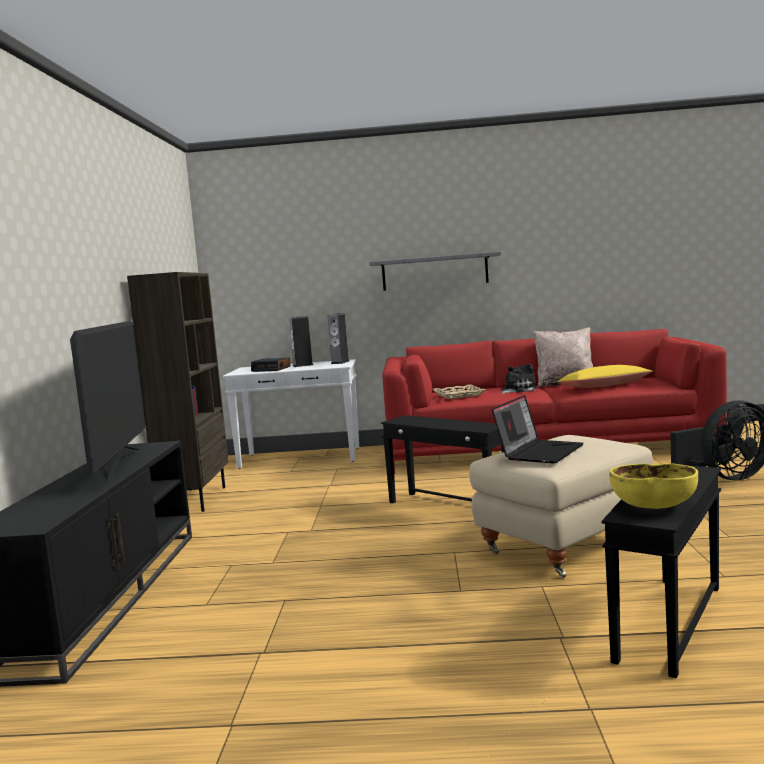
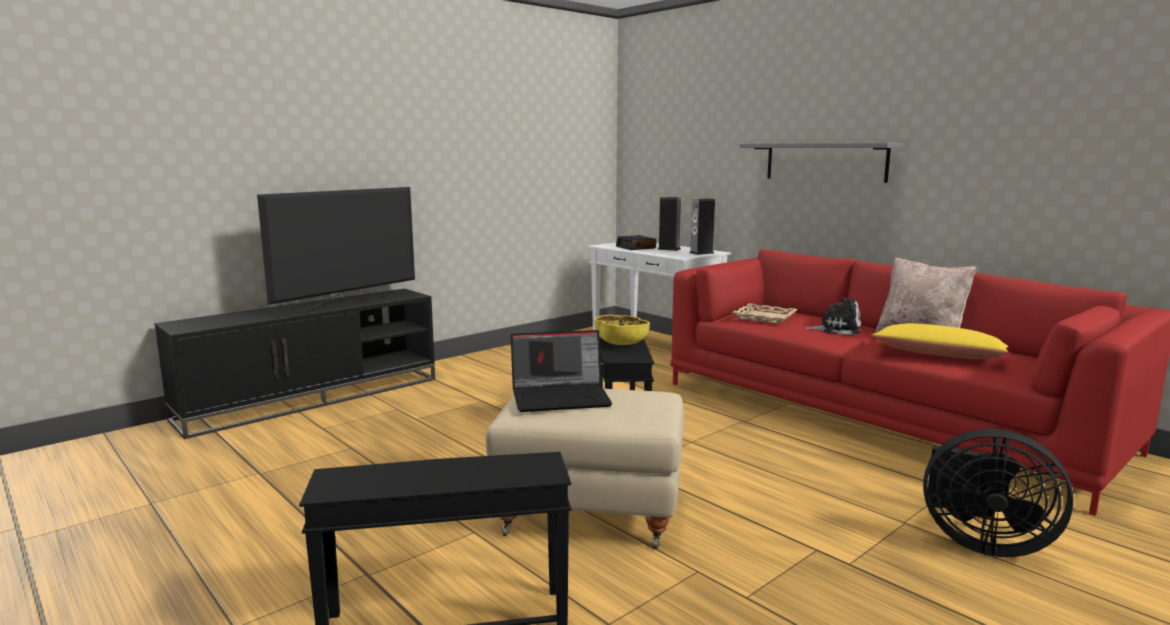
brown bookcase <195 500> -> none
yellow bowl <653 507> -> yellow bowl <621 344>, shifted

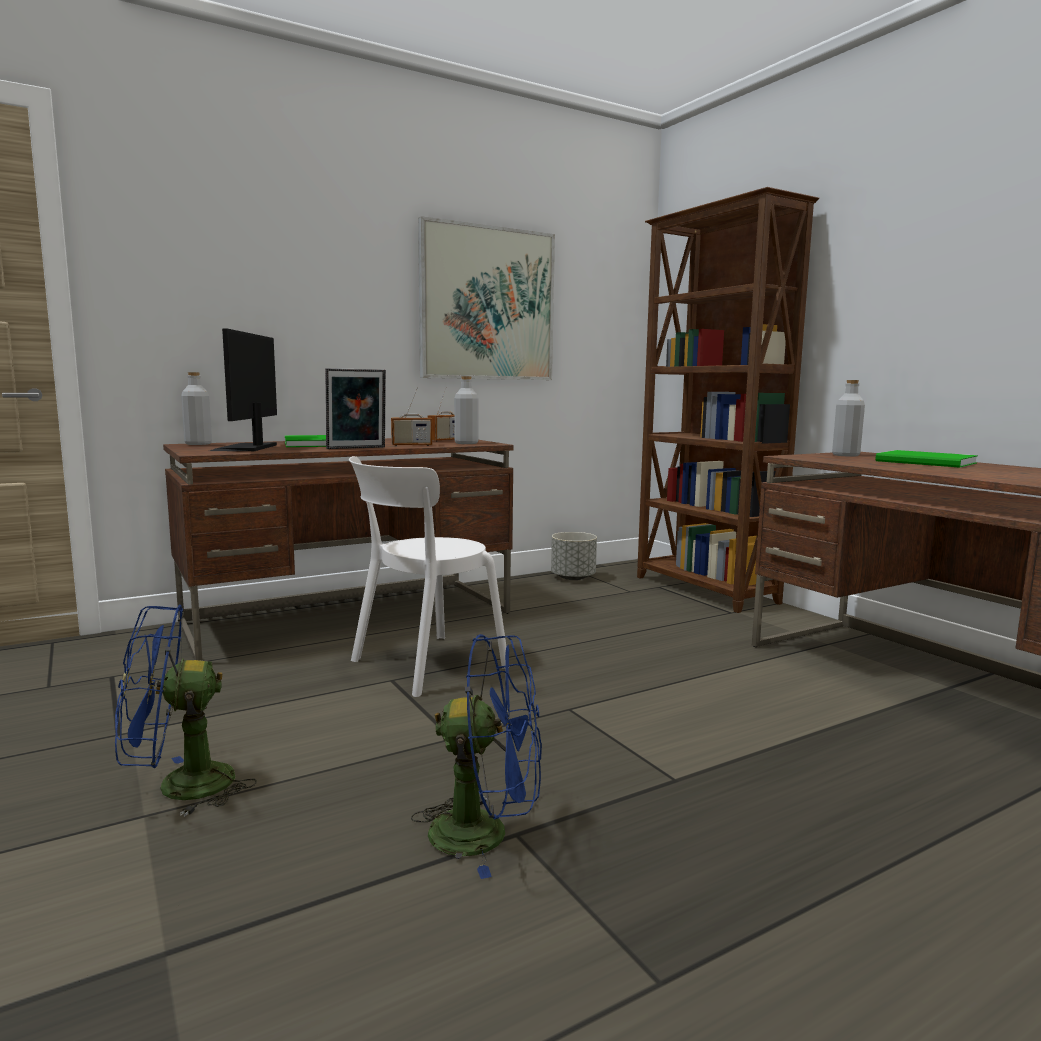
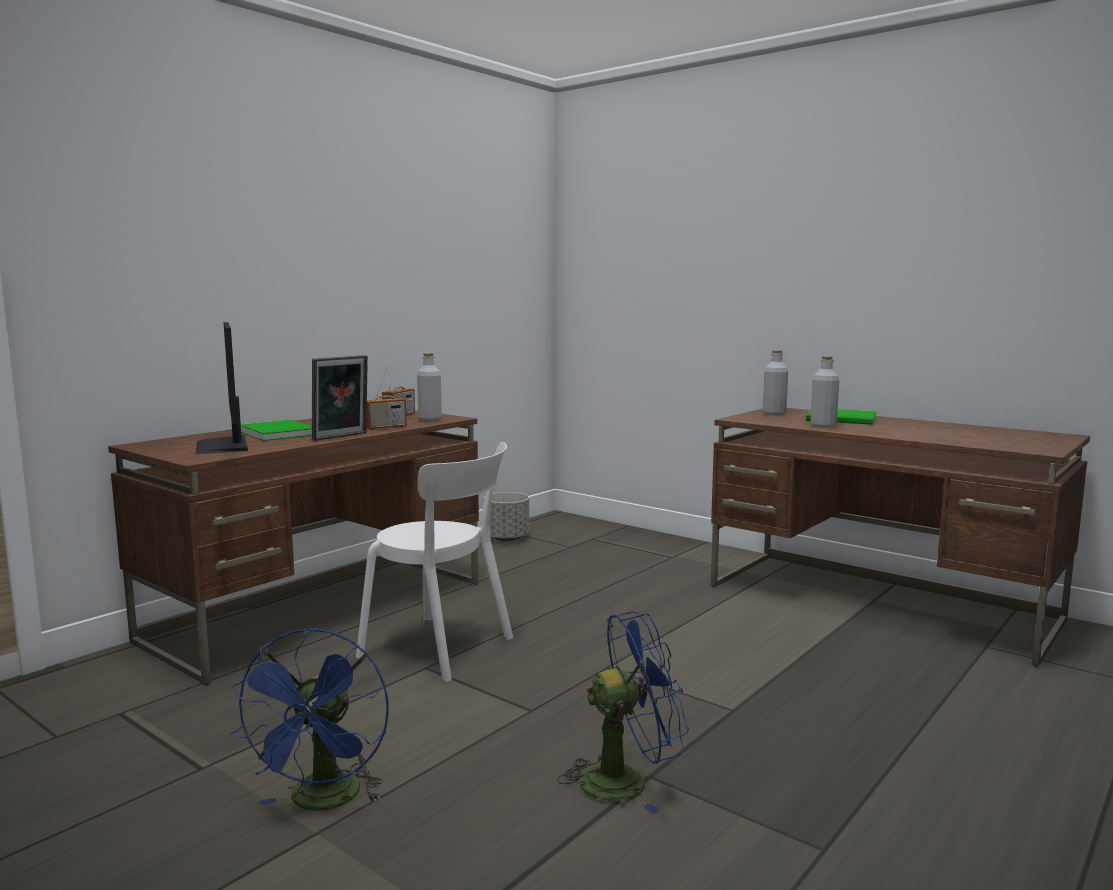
brown bookcase <705 590> -> none
picture <487 304> -> none
grey bottle <198 444> -> grey bottle <823 426>, shifted
white chair <423 665> -> white chair <442 648>, 90 degrees counterclockwise
blue fan <179 787> -> blue fan <323 802>, 45 degrees counterclockwise

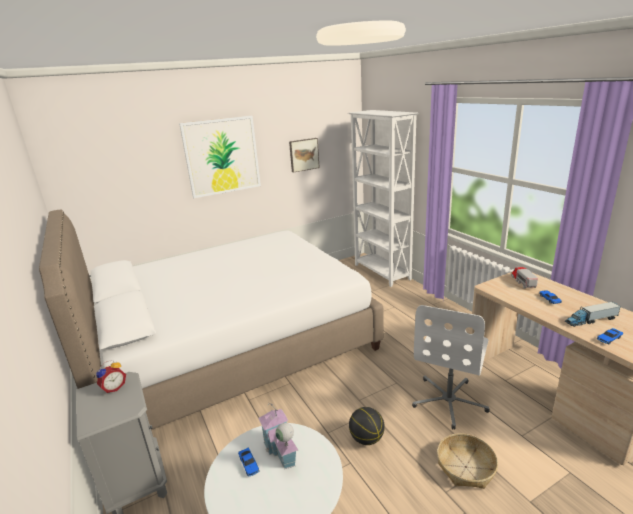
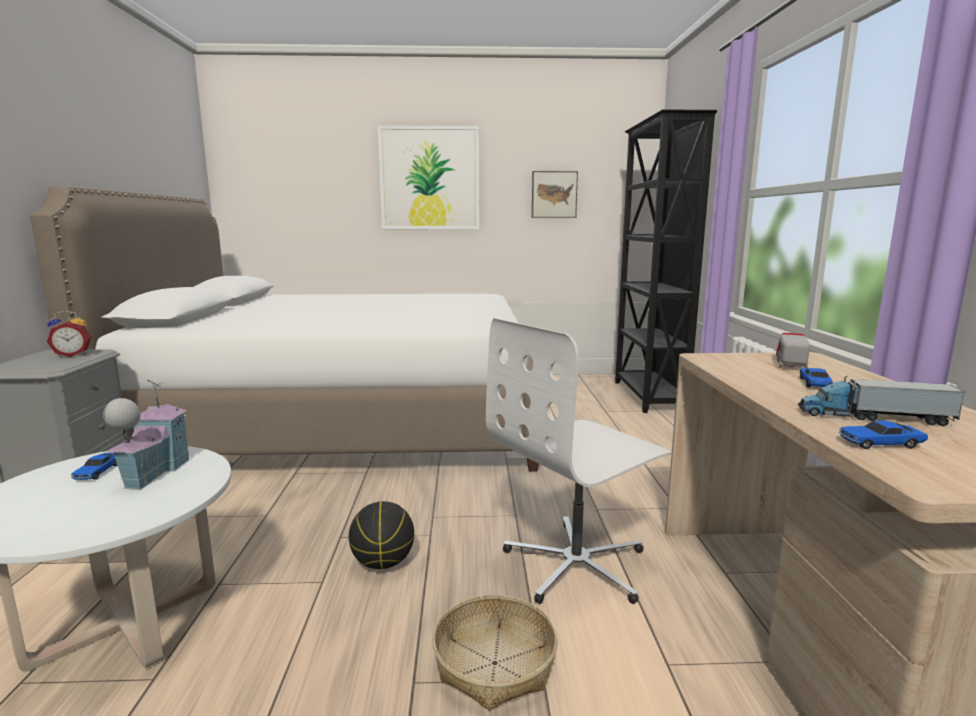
white bookcase <381 272> -> black bookcase <648 396>

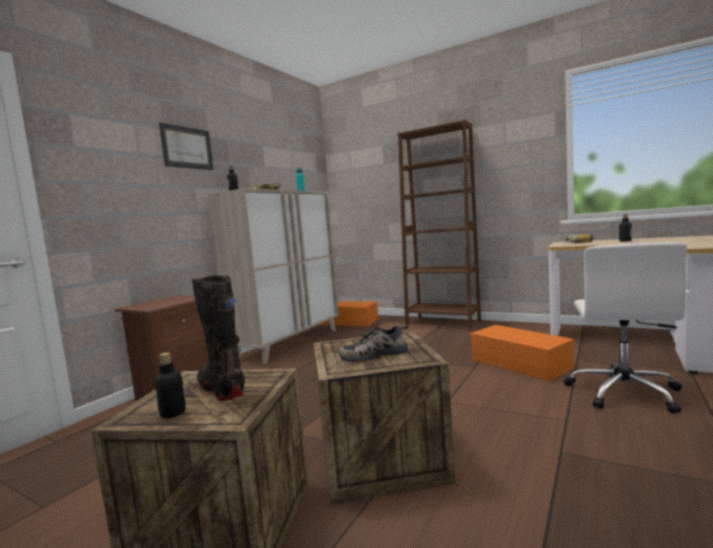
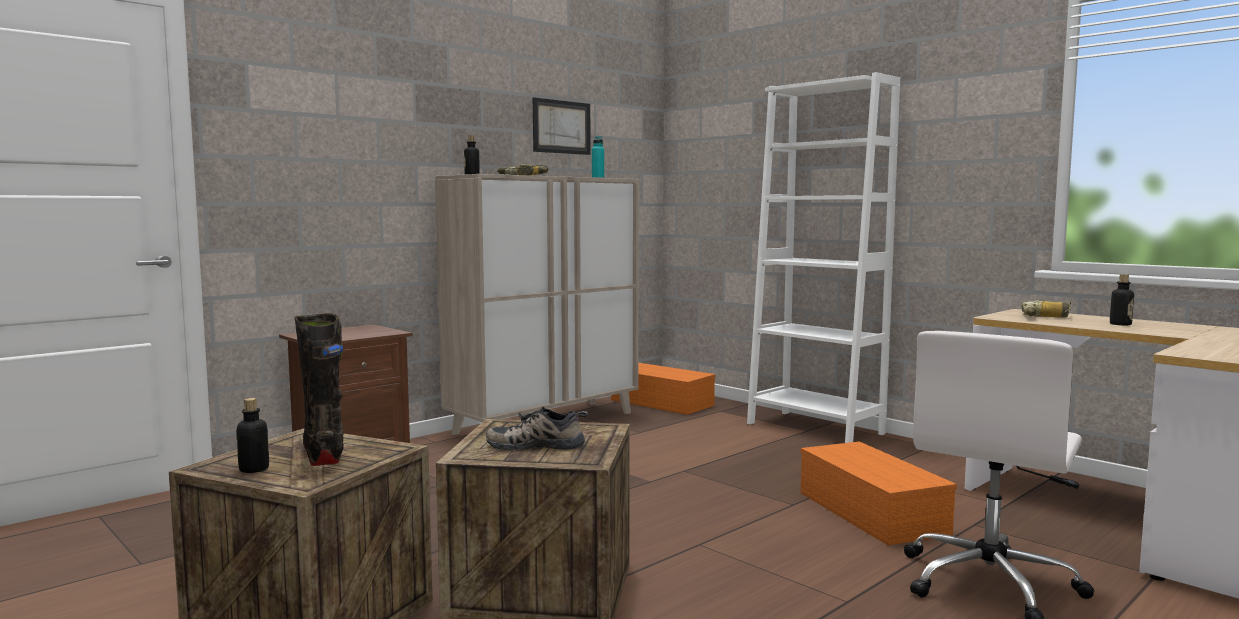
brown bookcase <443 323> -> white bookcase <814 428>
picture <187 148> -> picture <561 127>, shifted

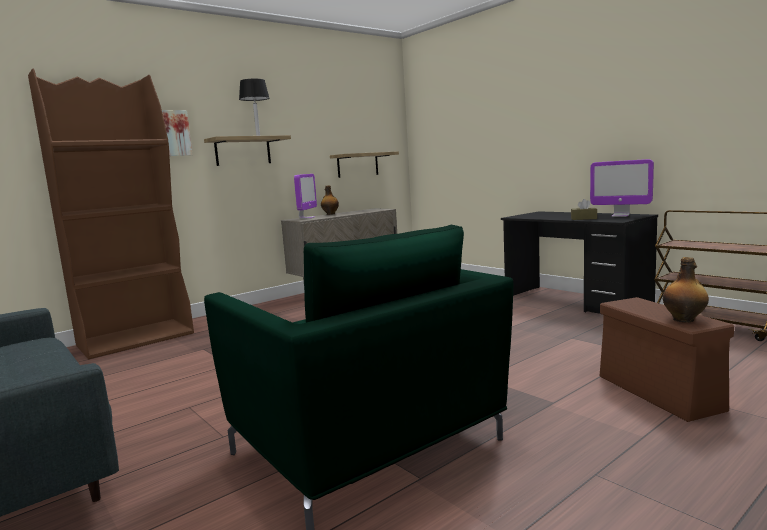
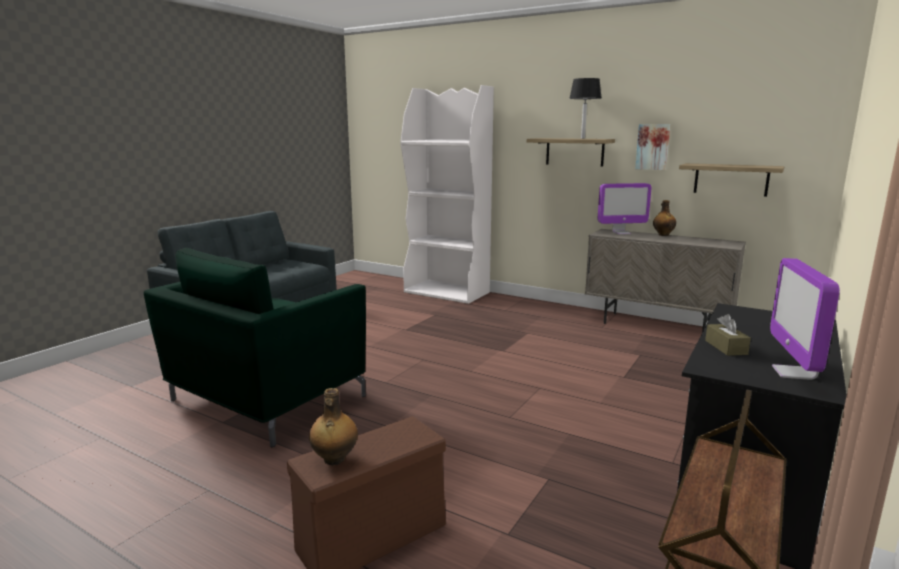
brown bookcase <136 339> -> white bookcase <447 292>
picture <173 133> -> picture <653 146>, shifted

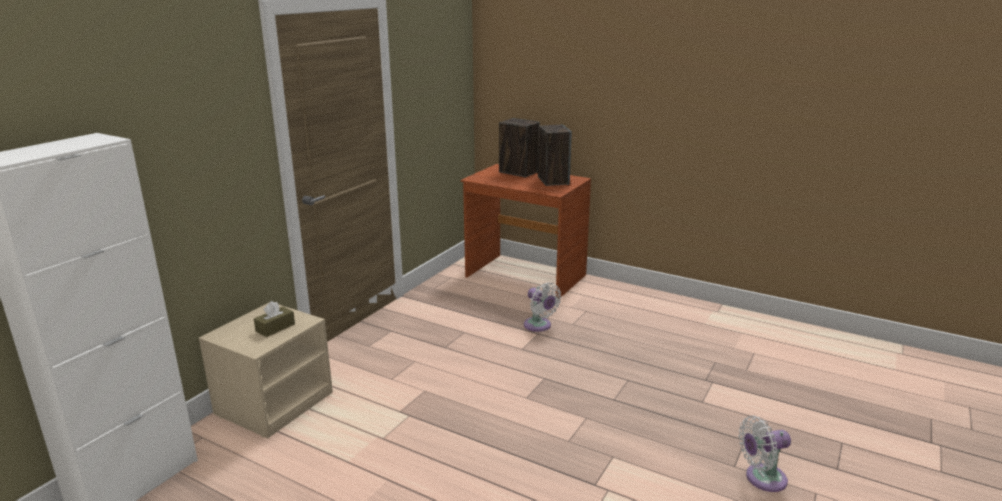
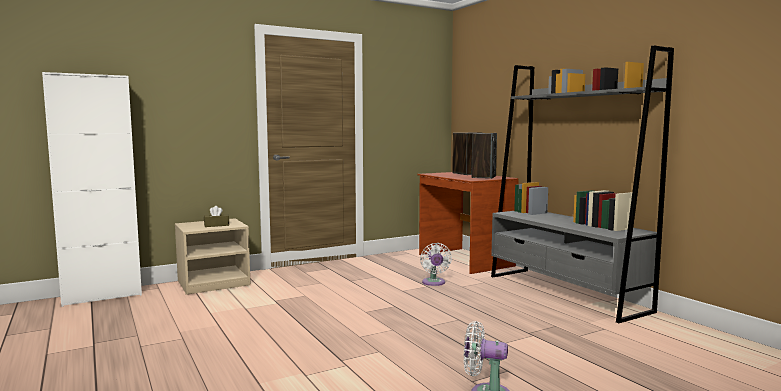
none -> grey bookcase <565 293>

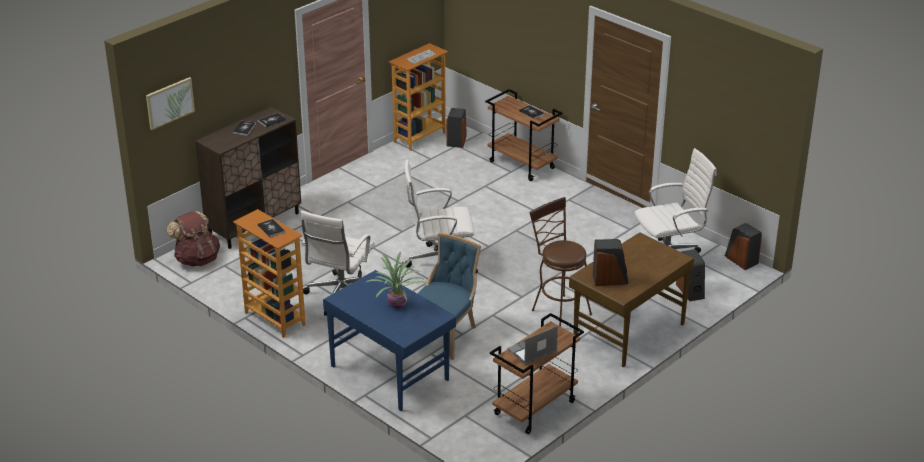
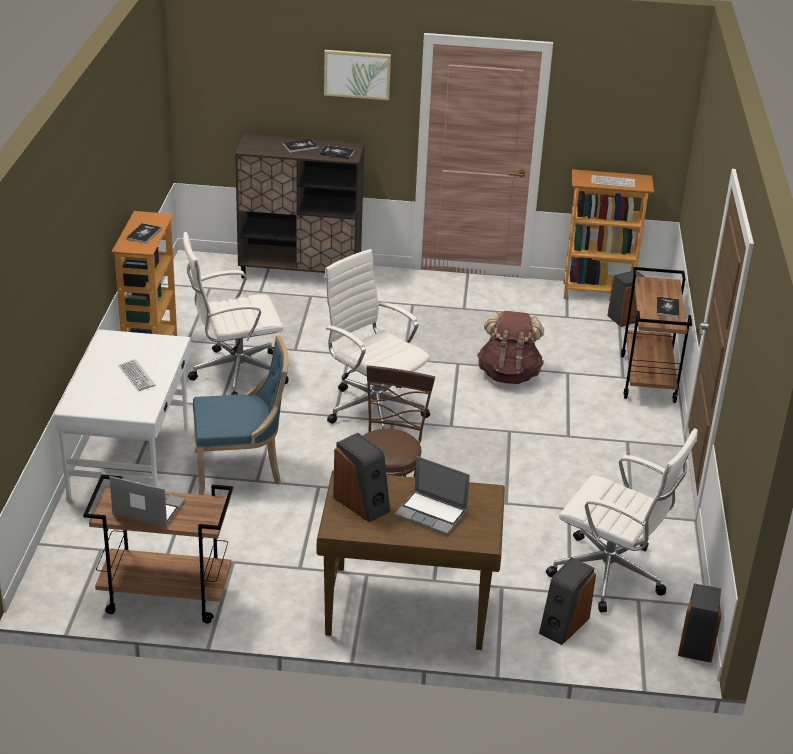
picture <169 103> -> picture <357 74>, shifted
brown backpack <197 259> -> brown backpack <509 375>, shifted
potted plant <397 304> -> keyboard <136 376>
blue desk <390 372> -> white desk <131 462>
none -> laptop <432 514>

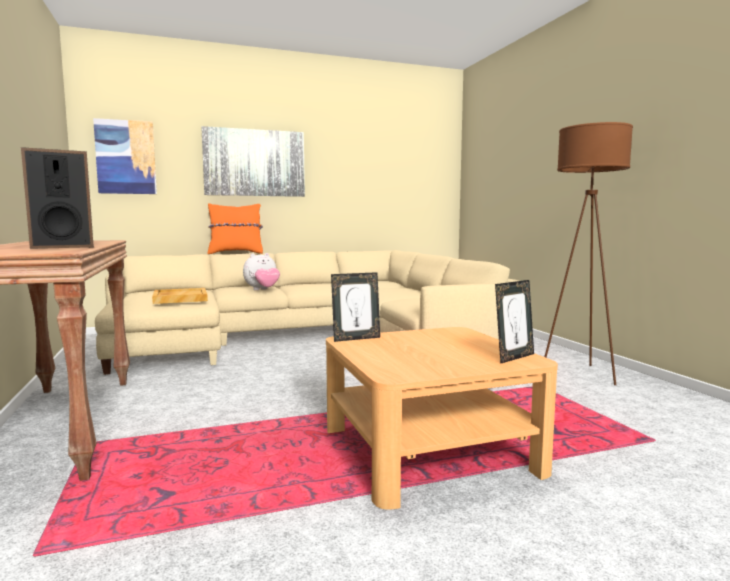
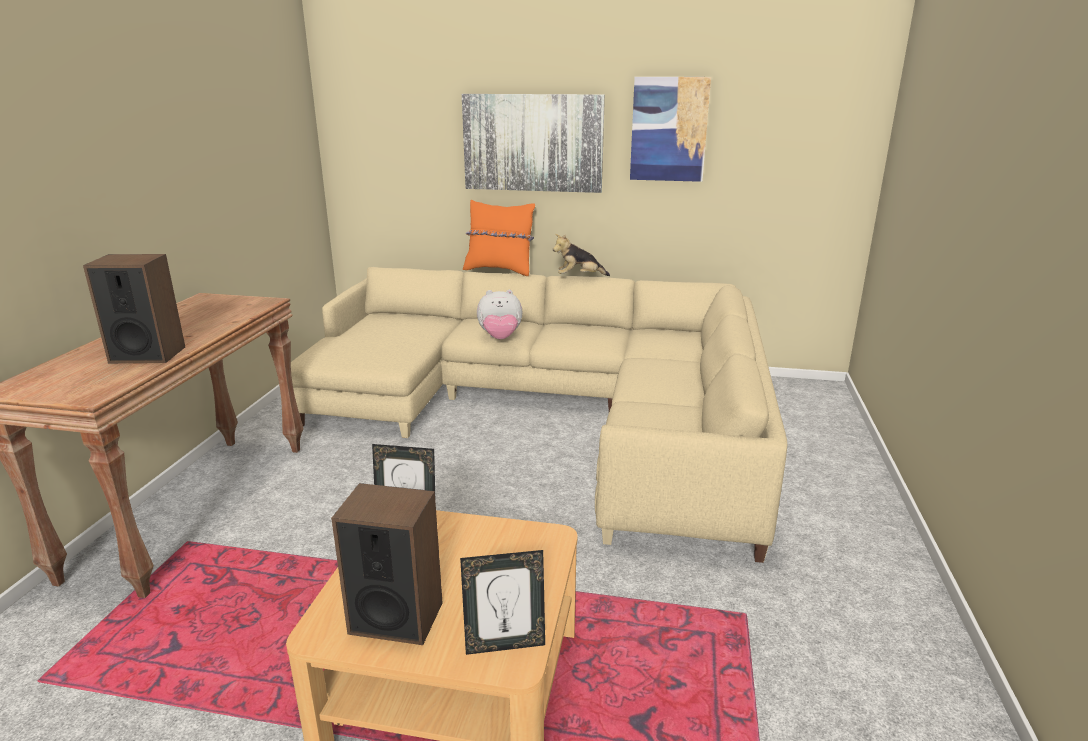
picture <126 157> -> picture <669 129>, shifted
brown floor lamp <580 374> -> none
beige tray <180 298> -> none
none -> plush toy <579 277>
none -> speaker <396 617>

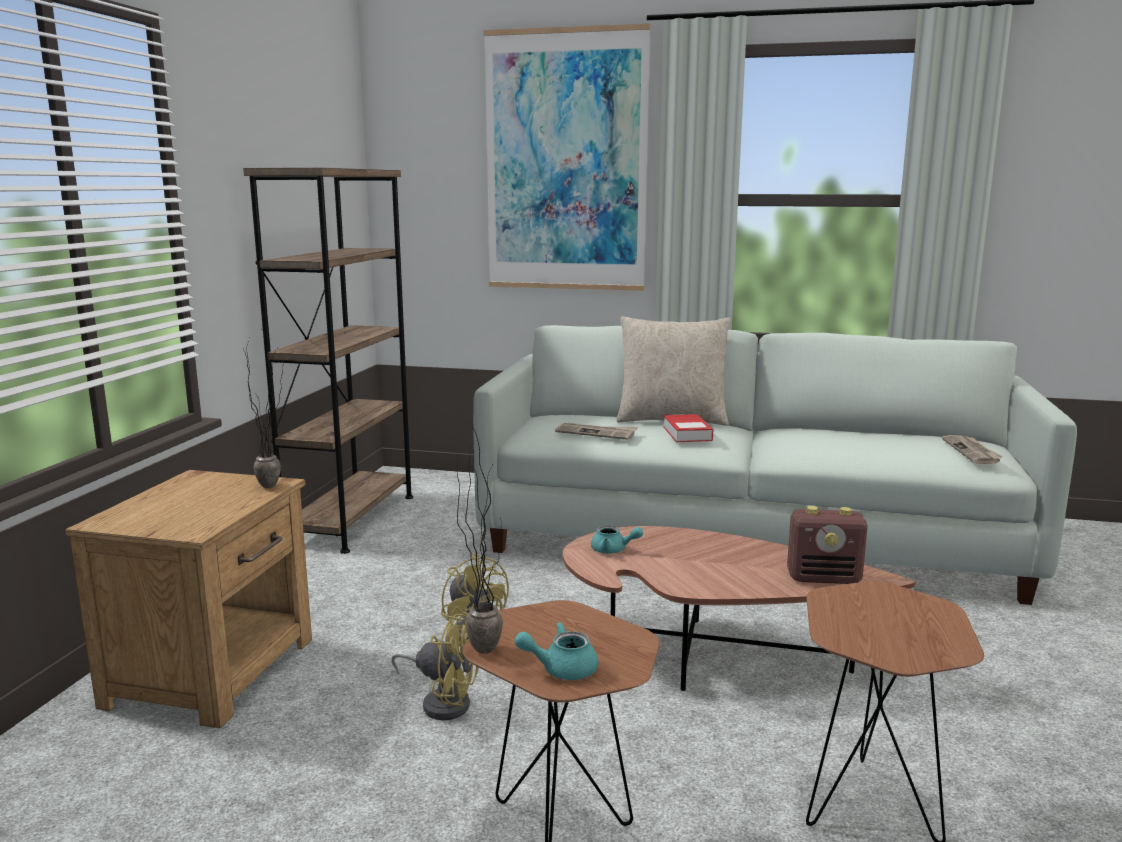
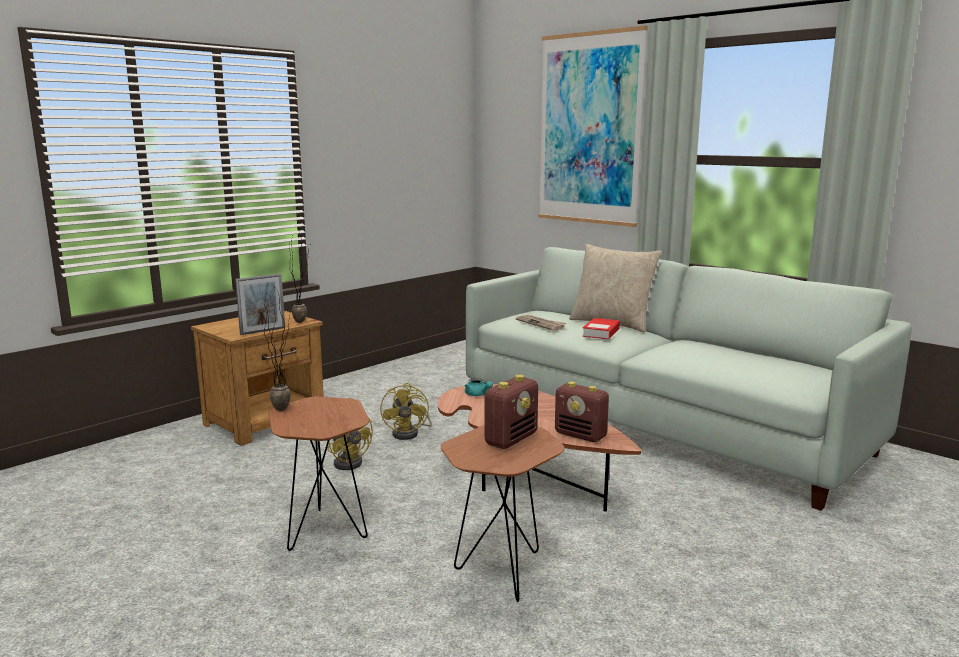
brown bookcase <351 519> -> none
newspaper <972 452> -> none
turquoise teapot <561 669> -> none
none -> picture frame <263 331>
none -> radio <511 439>

